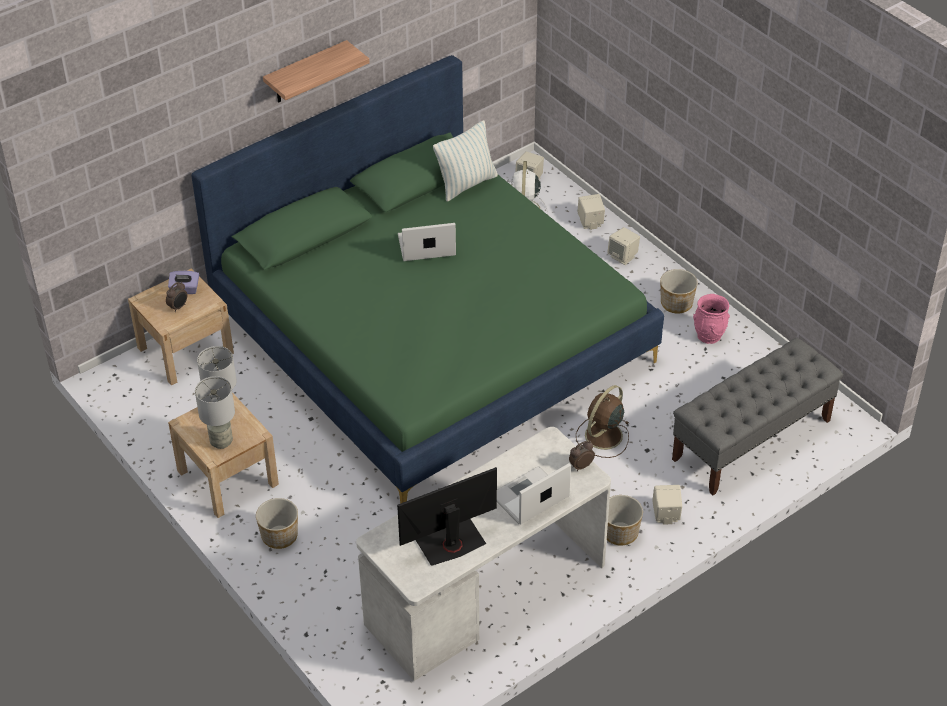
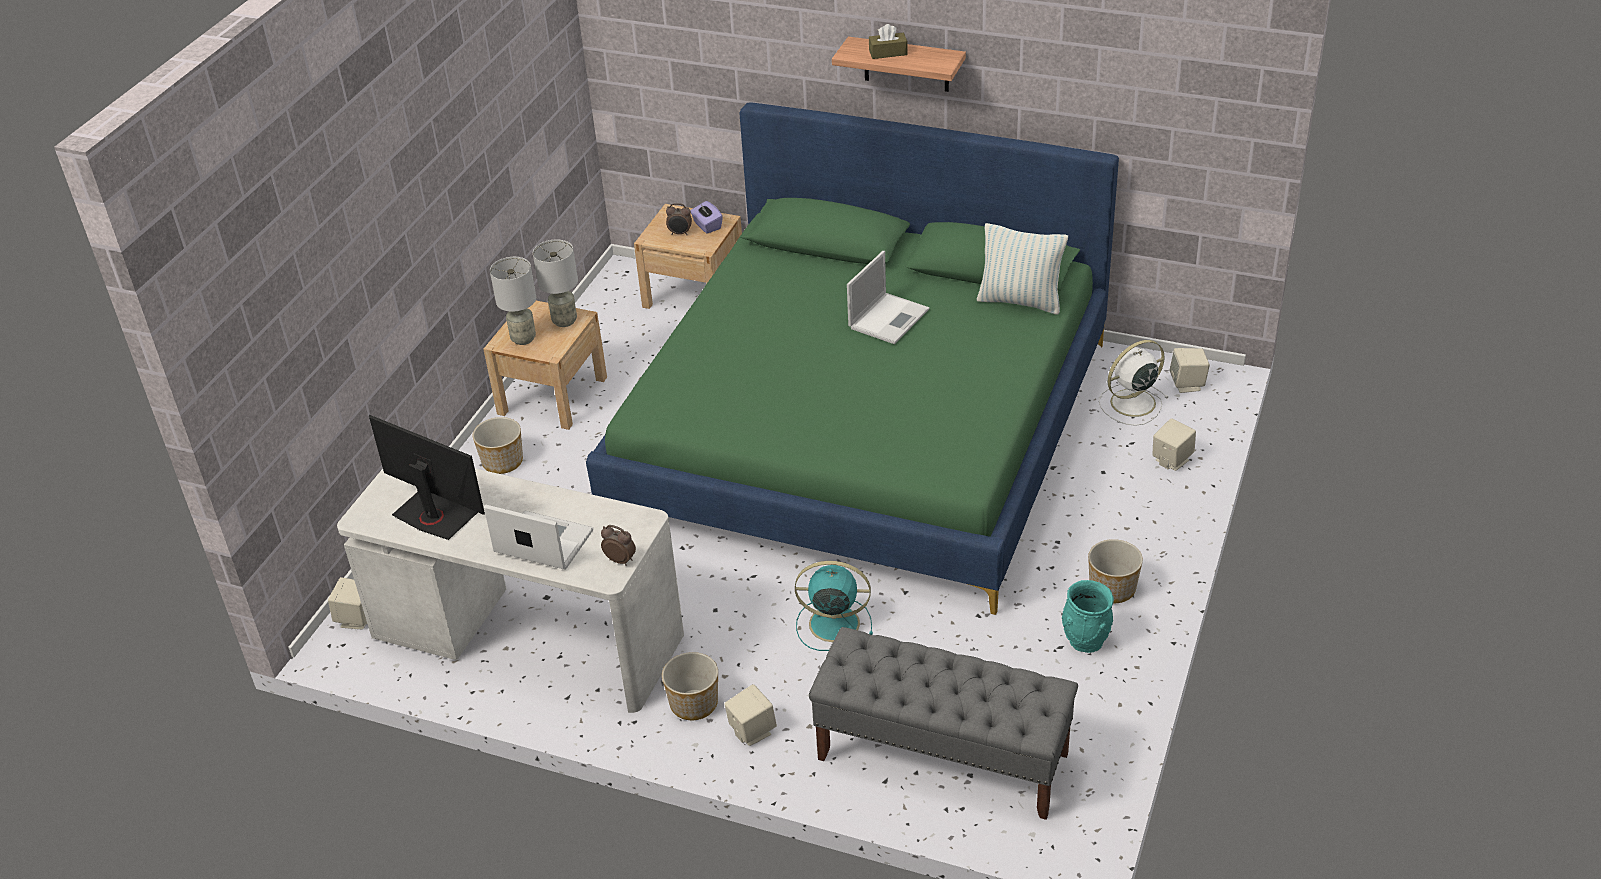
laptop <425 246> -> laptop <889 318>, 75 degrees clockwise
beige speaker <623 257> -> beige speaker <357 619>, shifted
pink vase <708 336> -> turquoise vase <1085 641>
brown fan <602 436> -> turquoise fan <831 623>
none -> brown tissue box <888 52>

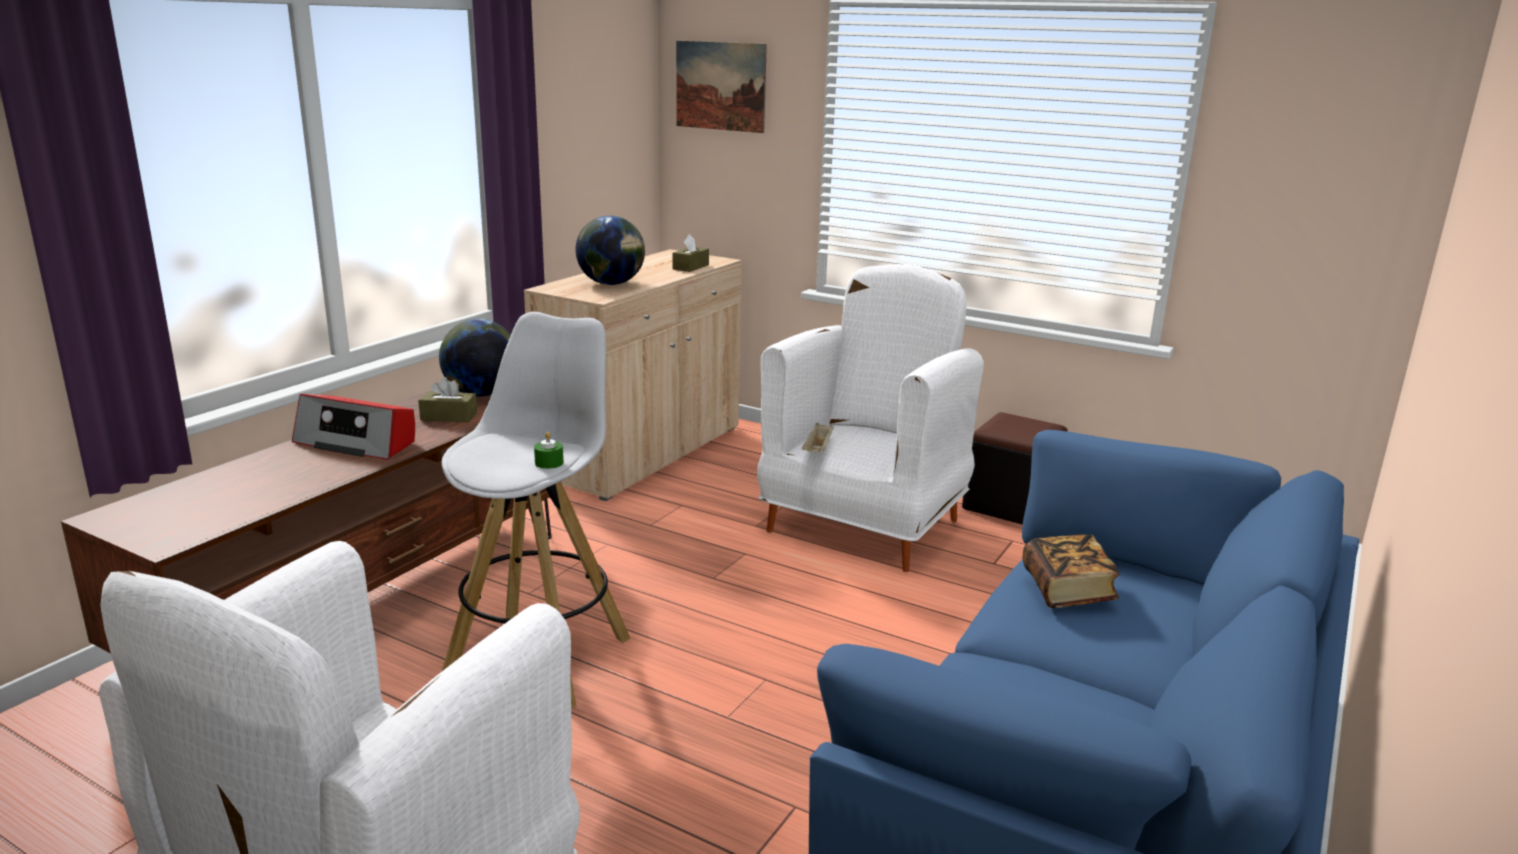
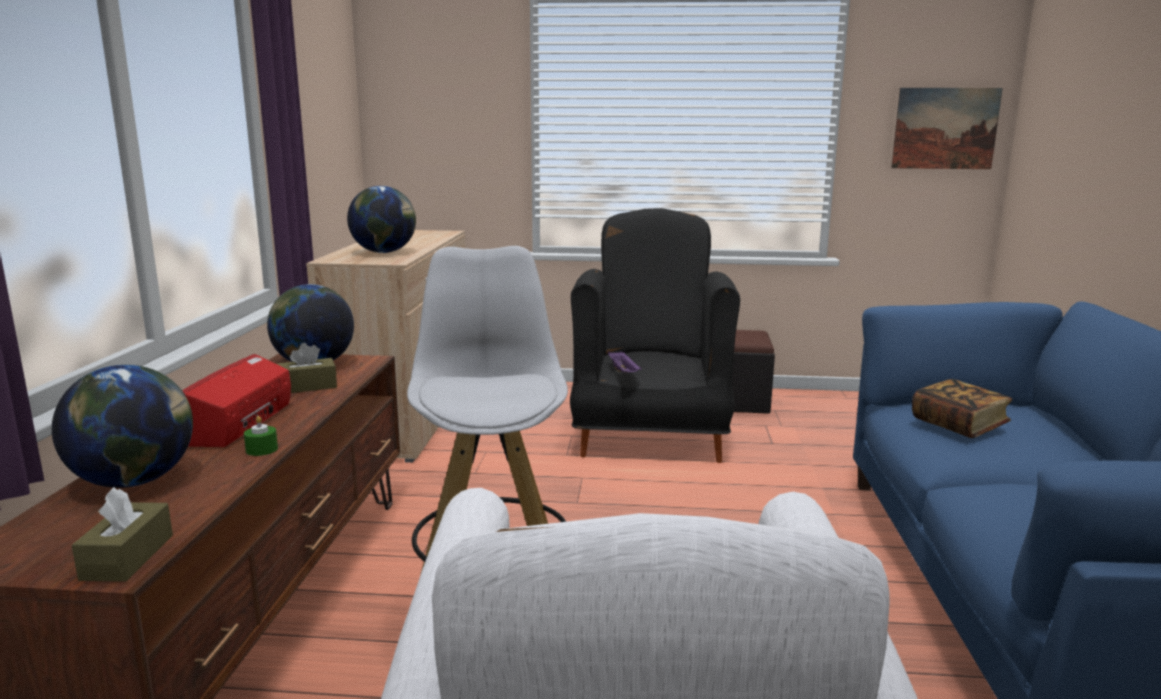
picture <720 86> -> picture <945 128>, shifted
brown tissue box <690 267> -> brown tissue box <128 557>, shifted
white armchair <865 525> -> black armchair <650 436>
radio <357 442> -> radio <235 424>, 105 degrees clockwise
beige tray <818 450> -> purple tray <624 372>
green candle <549 463> -> green candle <262 449>, shifted
none -> globe <135 481>

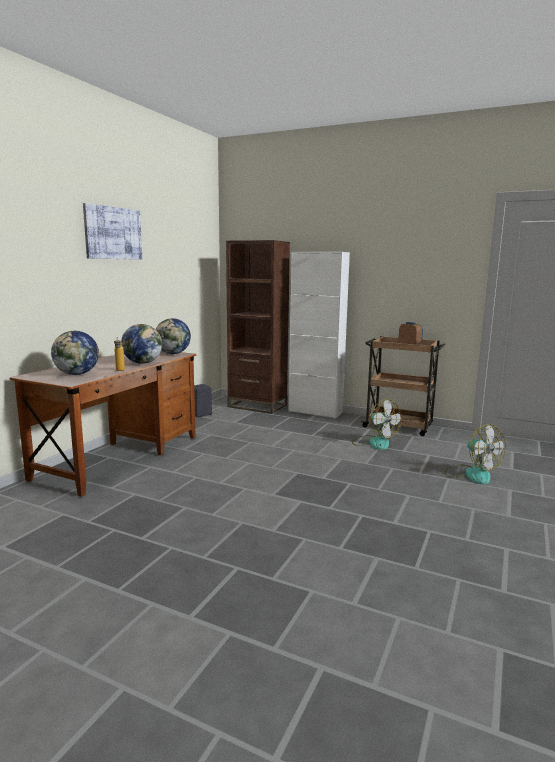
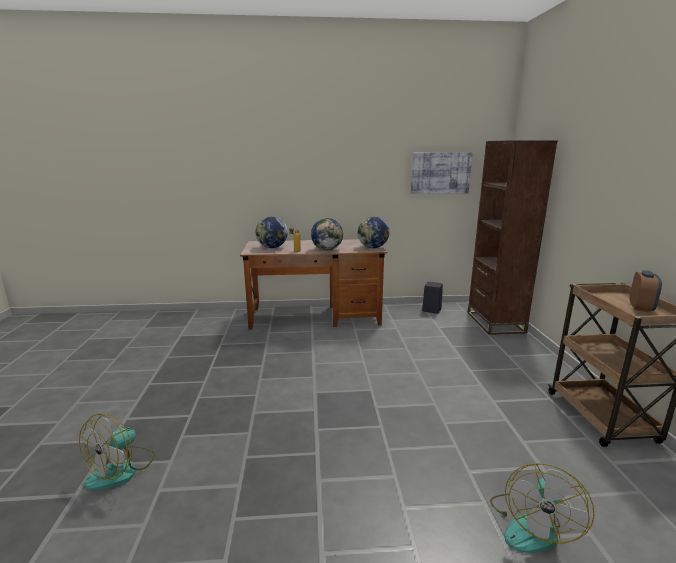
picture <113 233> -> picture <440 173>, shifted
white cabinet <315 412> -> none
fan <374 442> -> fan <122 469>, shifted

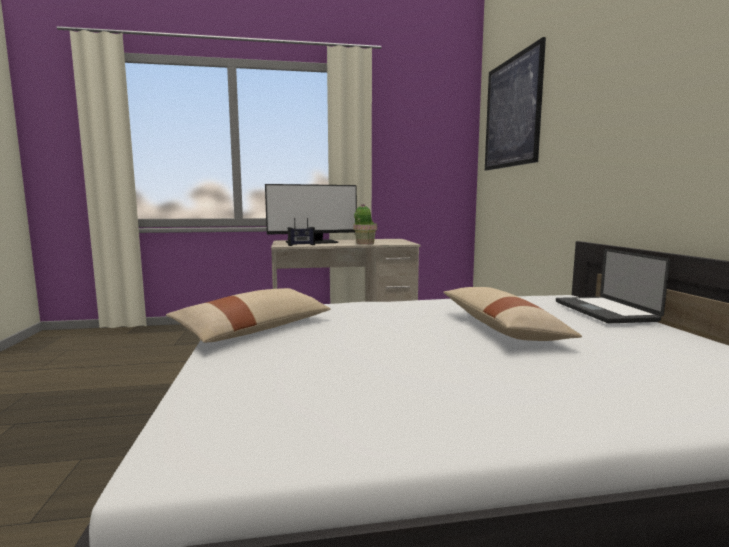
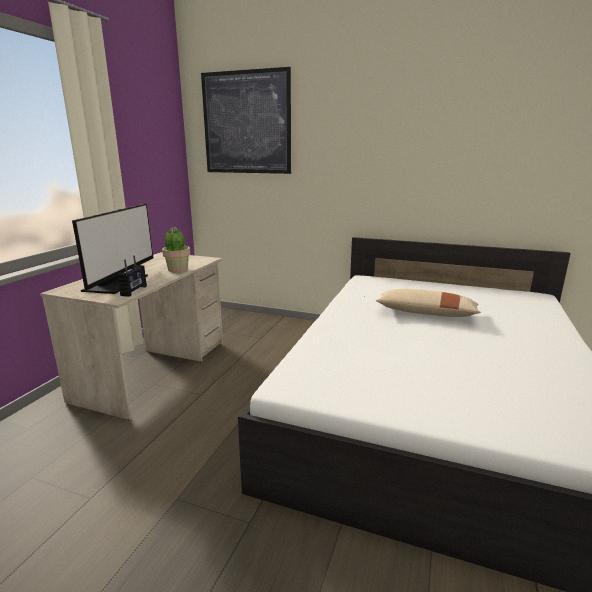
laptop <604 311> -> none
beige pillow <254 329> -> none

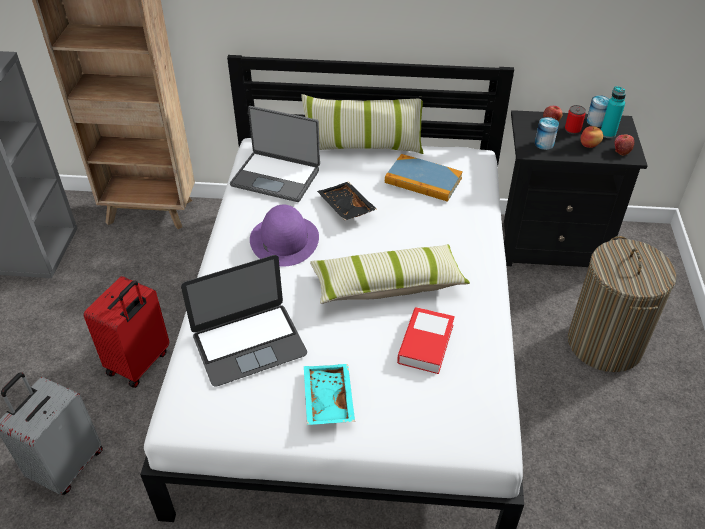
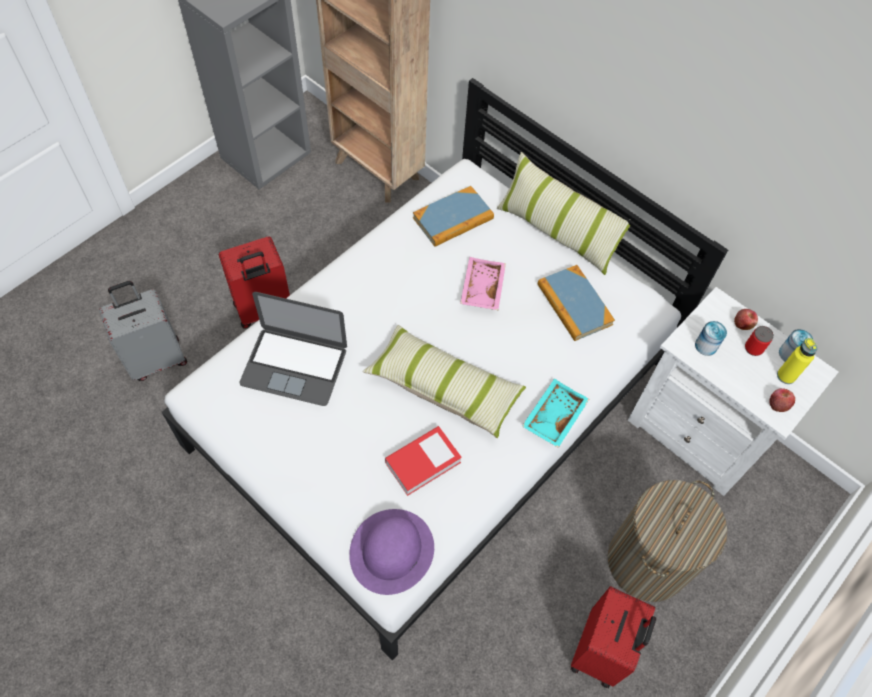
turquoise bottle <607 134> -> yellow bottle <786 376>
laptop <276 177> -> book <453 219>
black nightstand <549 244> -> white nightstand <697 431>
apple <589 145> -> none
black tray <345 207> -> pink tray <481 288>
purple hat <284 240> -> purple hat <392 550>, shifted
turquoise tray <326 400> -> turquoise tray <553 416>, shifted
none -> red suitcase <601 651>

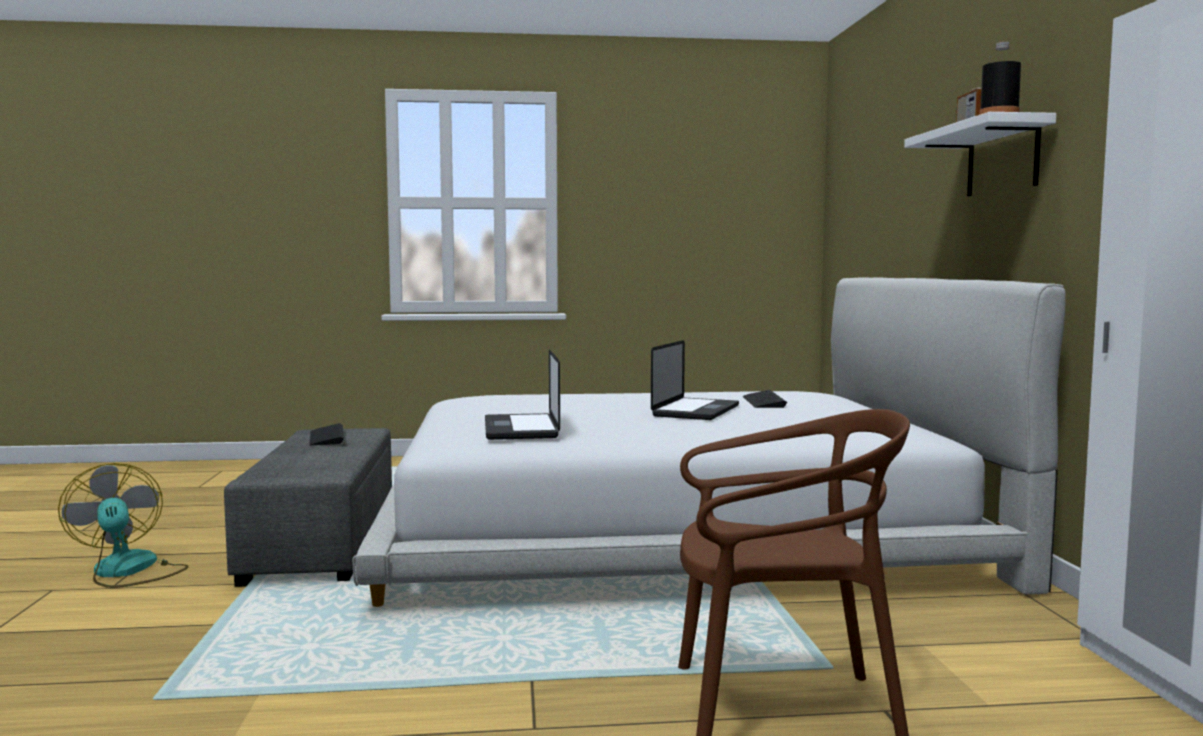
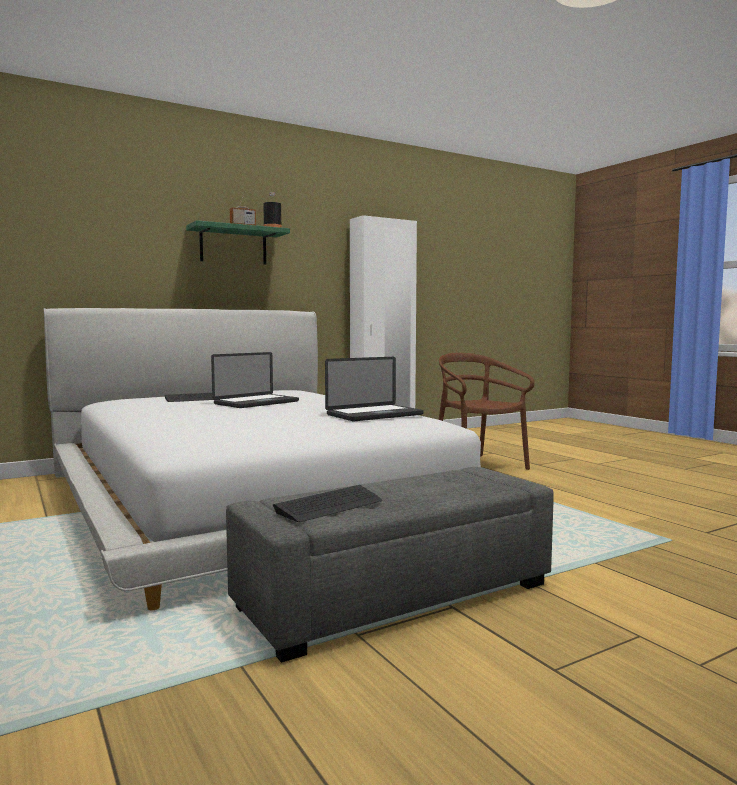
white shelf <1002 159> -> green shelf <233 246>
laptop <696 411> -> laptop <256 403>, 135 degrees clockwise
fan <128 571> -> none

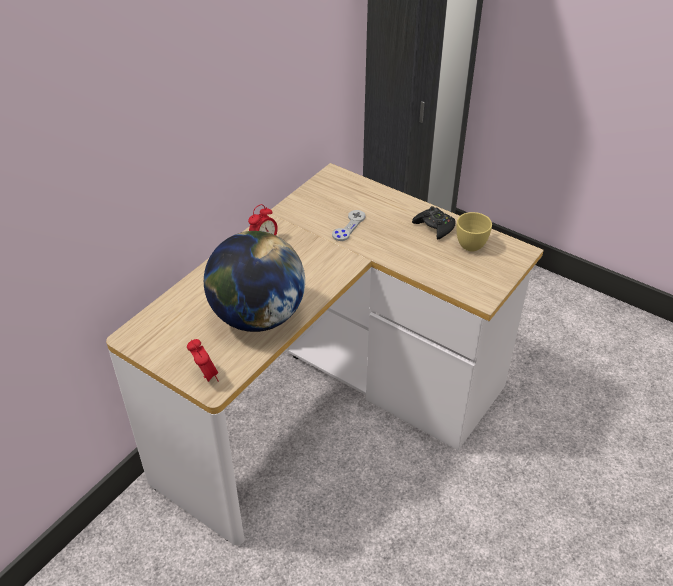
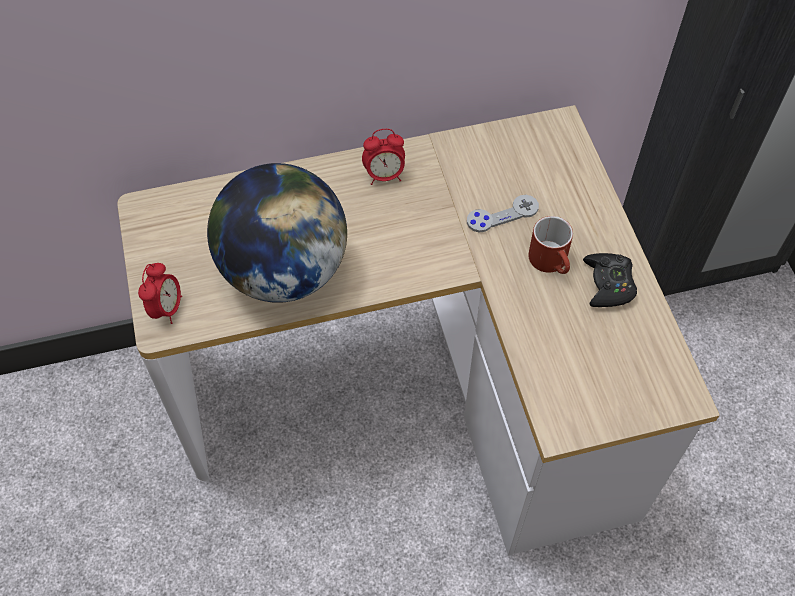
yellow cup <473 243> -> none
none -> red mug <552 262>

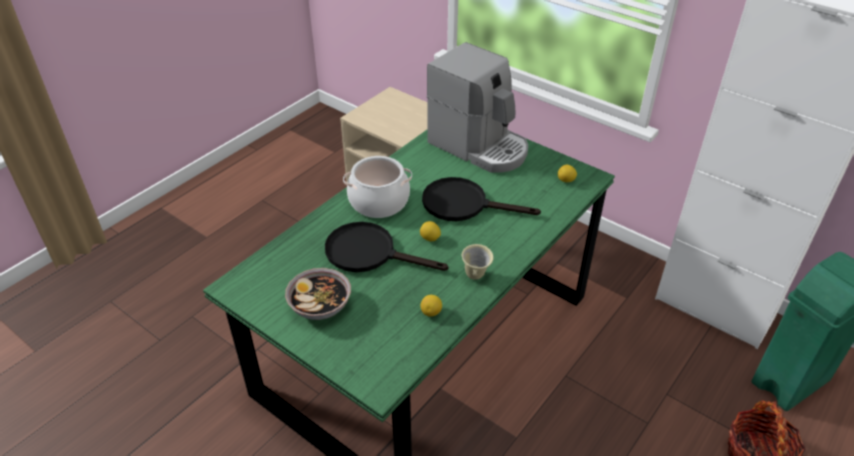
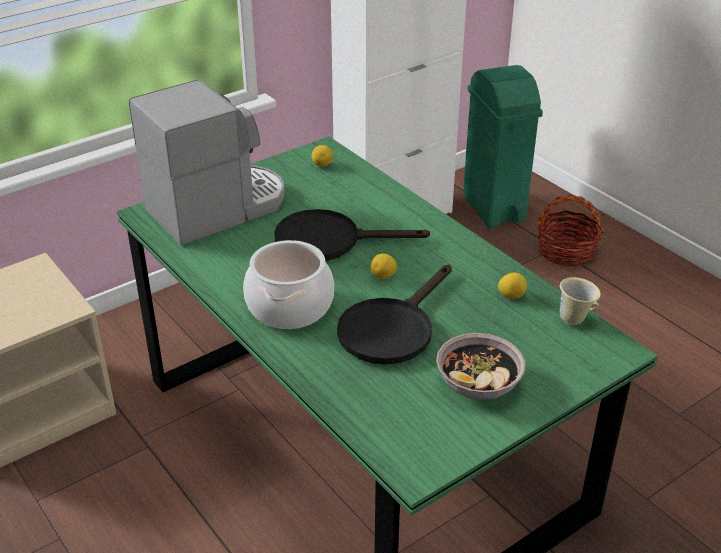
black frying pan <463 204> -> black frying pan <329 240>, 60 degrees clockwise
beige mug <476 277> -> beige mug <575 319>, shifted

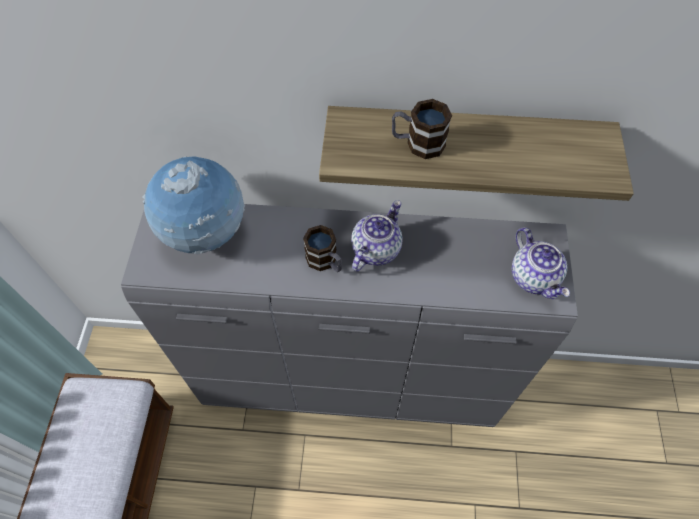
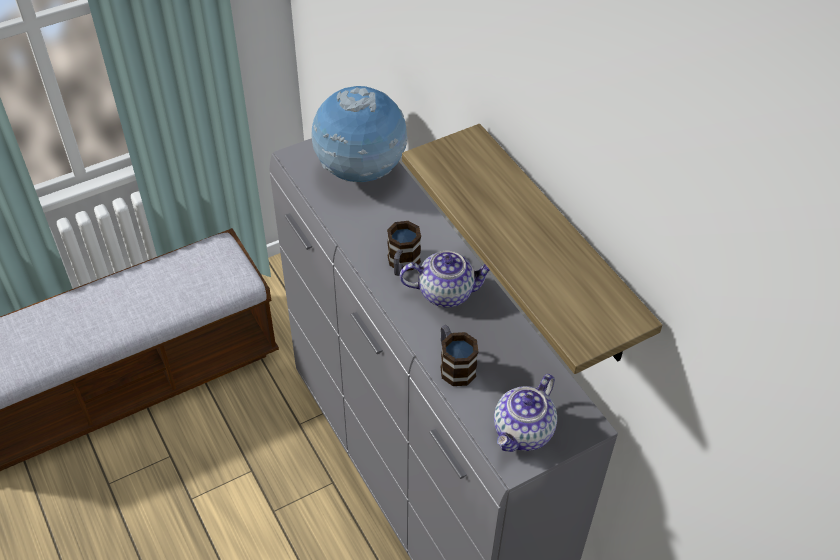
mug <417 143> -> mug <454 365>, shifted

